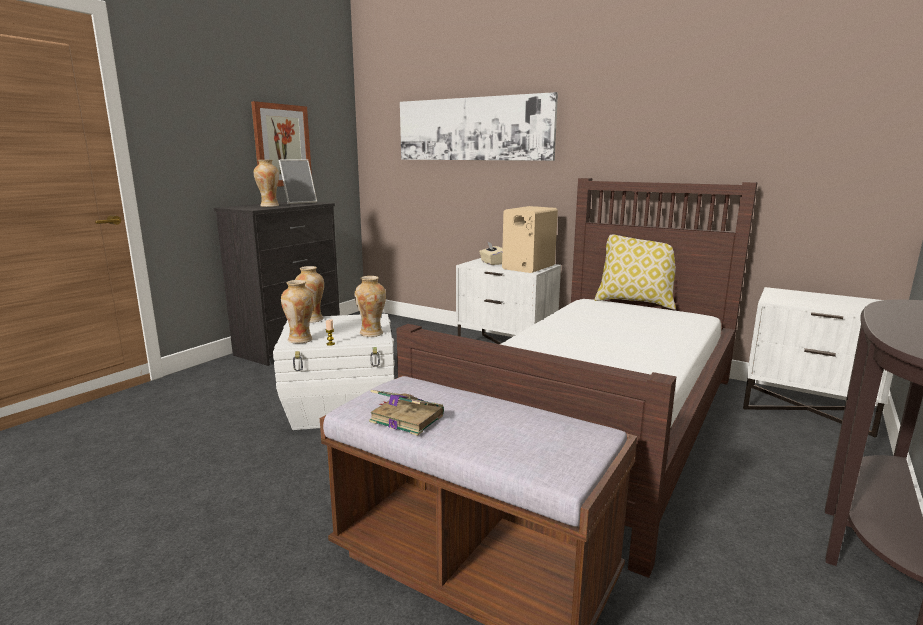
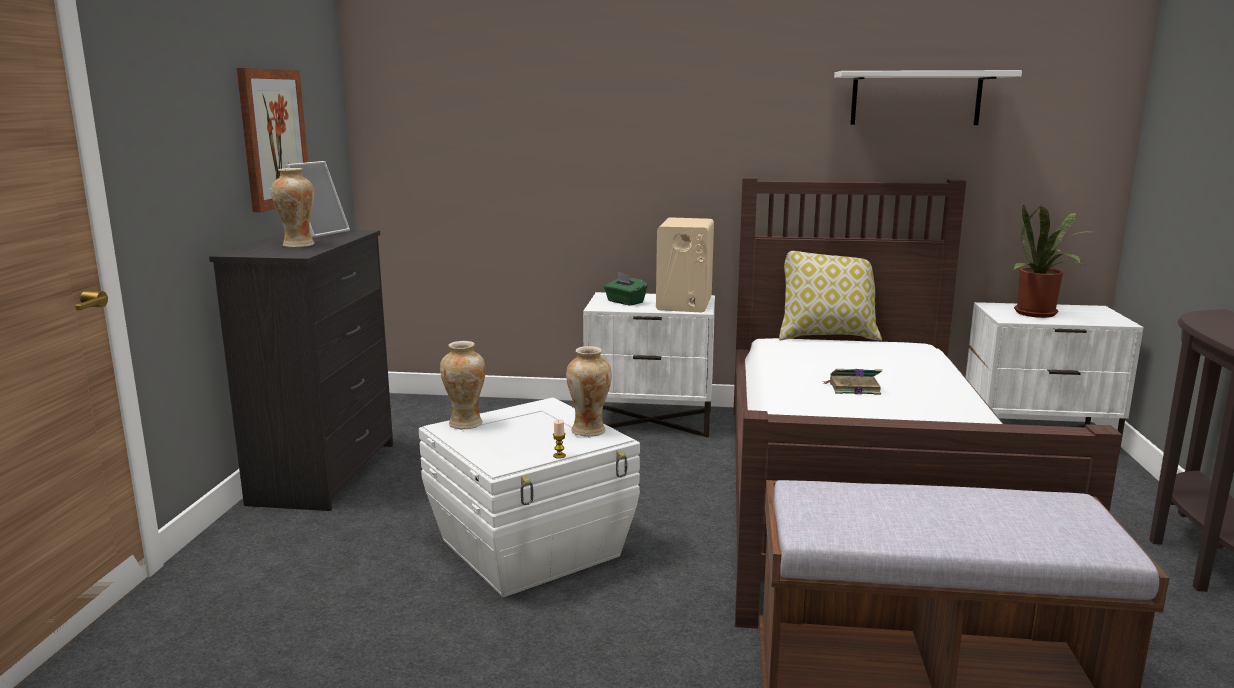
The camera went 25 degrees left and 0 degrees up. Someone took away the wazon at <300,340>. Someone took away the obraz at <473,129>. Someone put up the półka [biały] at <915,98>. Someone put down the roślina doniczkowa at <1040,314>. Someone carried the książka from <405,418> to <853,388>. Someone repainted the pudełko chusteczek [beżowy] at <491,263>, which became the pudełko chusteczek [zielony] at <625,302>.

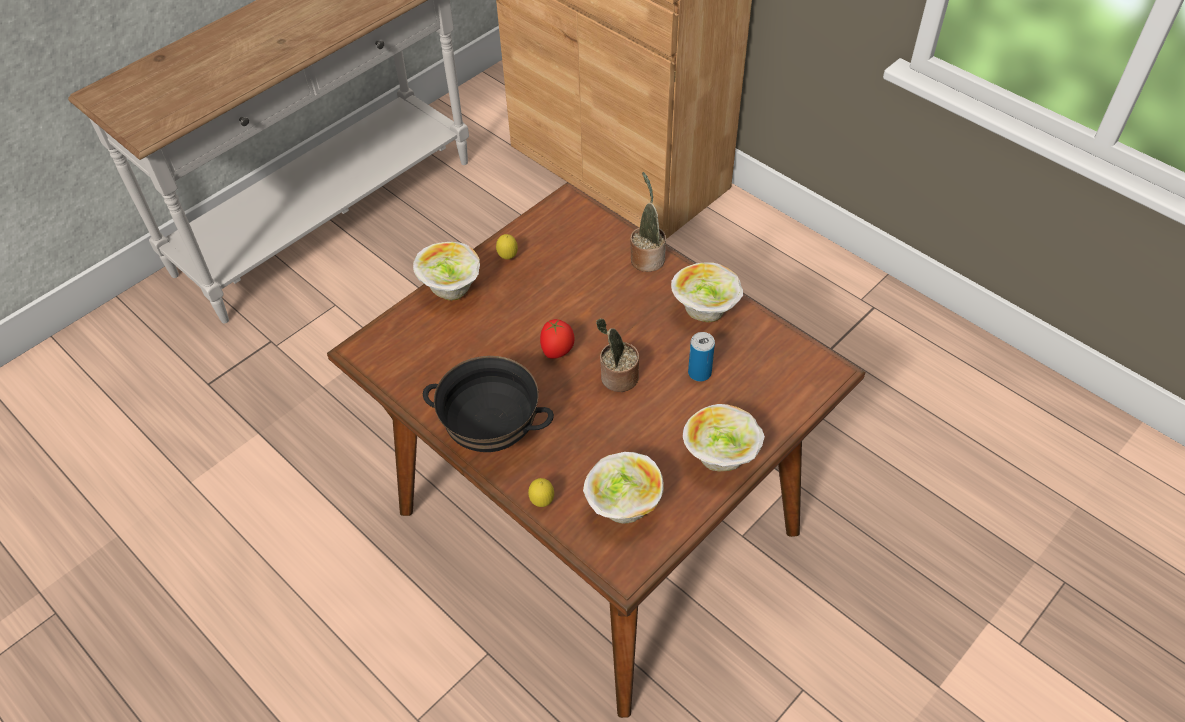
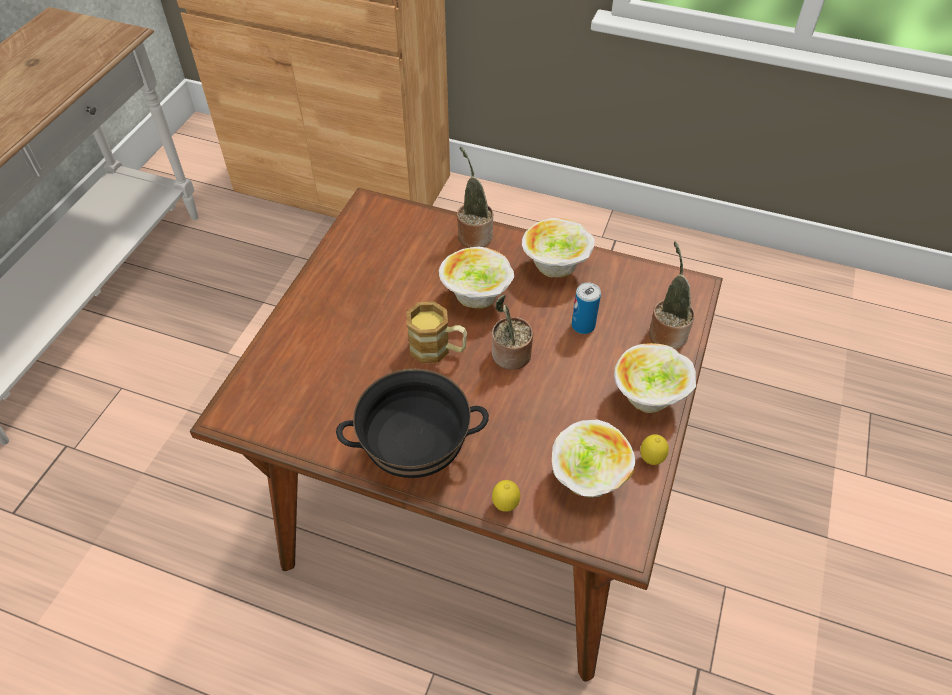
The camera went 25 degrees left and 0 degrees up. Someone put down the roślina doniczkowa at <666,333>. Someone carried the miska from <451,290> to <476,299>. Someone carried the cytryna from <508,257> to <651,460>. Someone swapped the pomidor at <558,352> for the kubek at <438,349>.

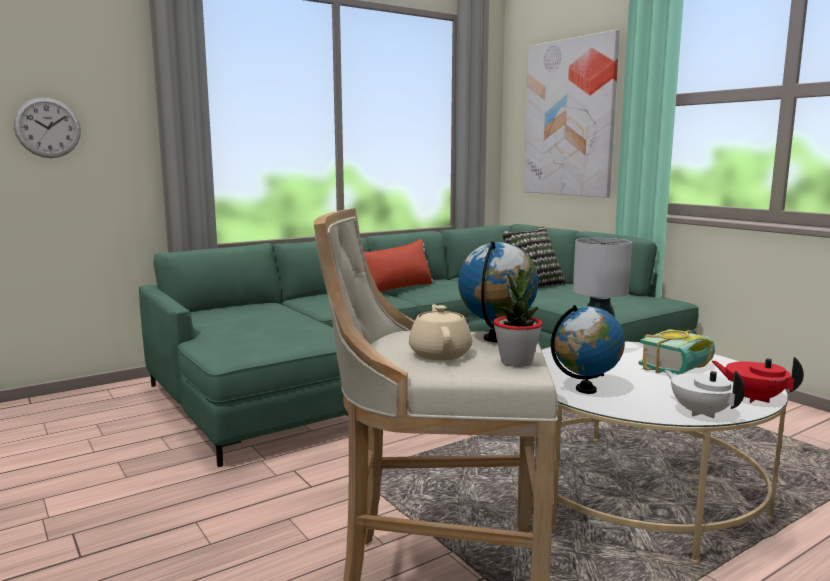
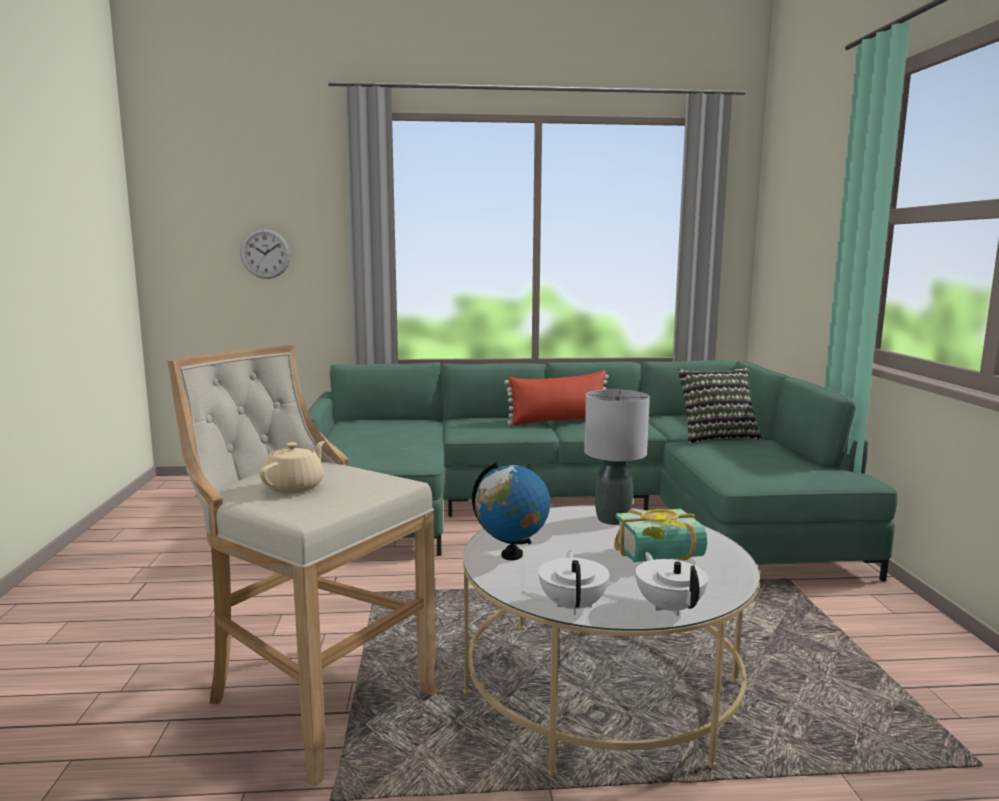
The camera went 30 degrees right and 0 degrees up. Someone took away the globus at <496,339>. Someone took away the roślina doniczkowa at <516,362>. Someone took away the obraz at <570,118>. Someone repainted the imbryk [czerwony] at <753,398>, which became the imbryk [biały] at <669,607>.

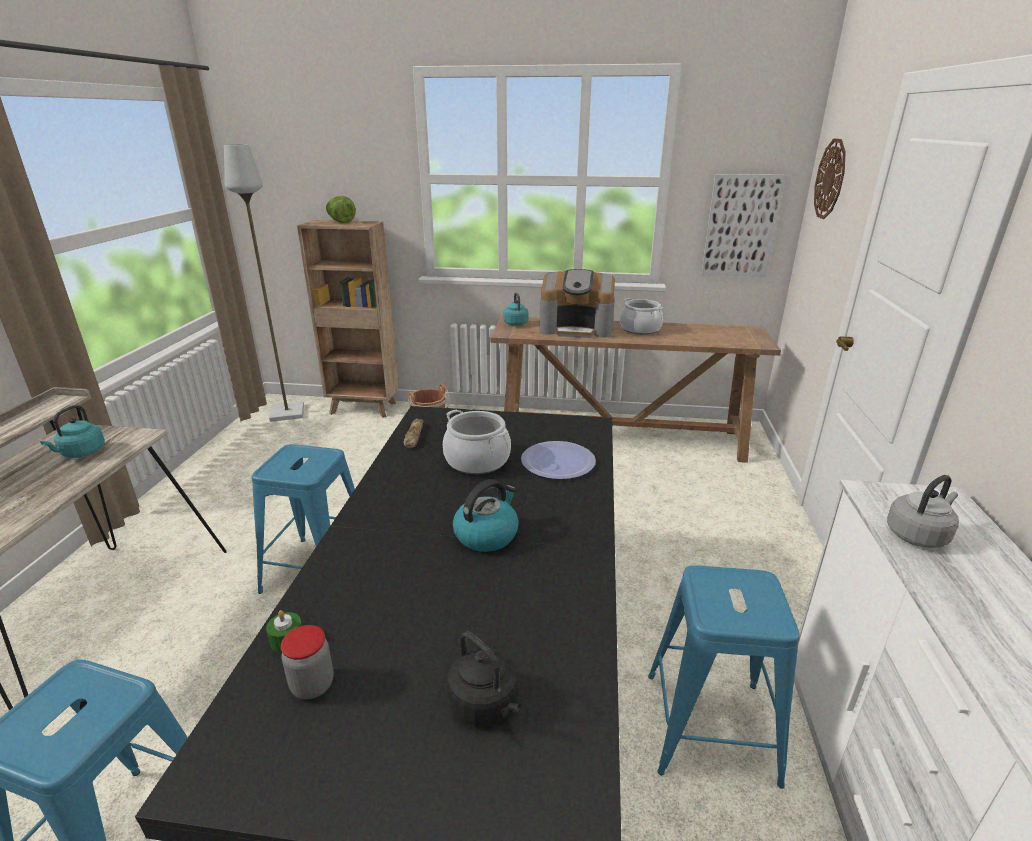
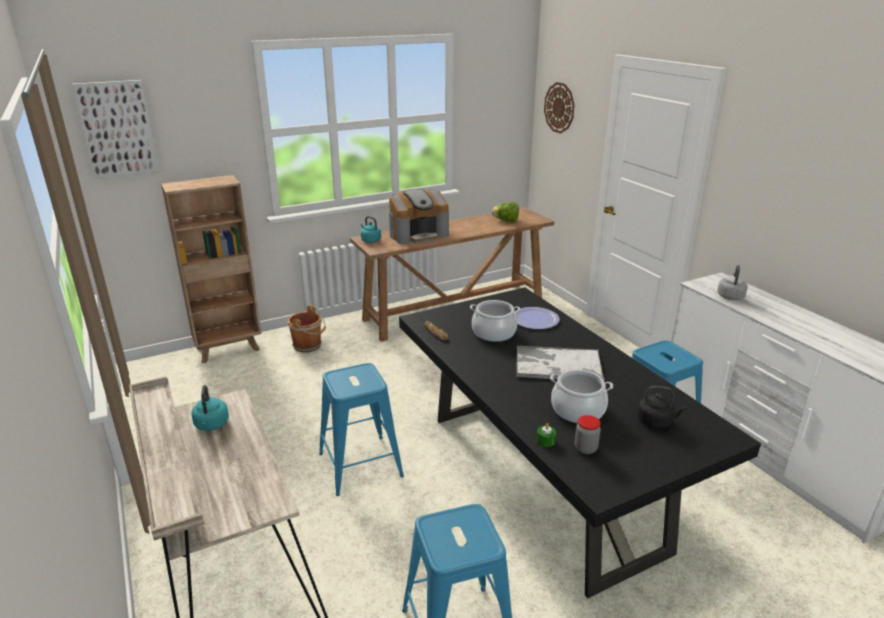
The camera went 35 degrees left and 0 degrees up. Someone took away the lampa stojąca [szary] at <286,413>. Someone carried the sałata from <340,222> to <506,220>. Someone carried the garnek from <640,329> to <578,411>. Someone carried the obraz from <740,226> to <117,129>. Someone swapped the czajnik at <486,534> for the taca at <557,365>.

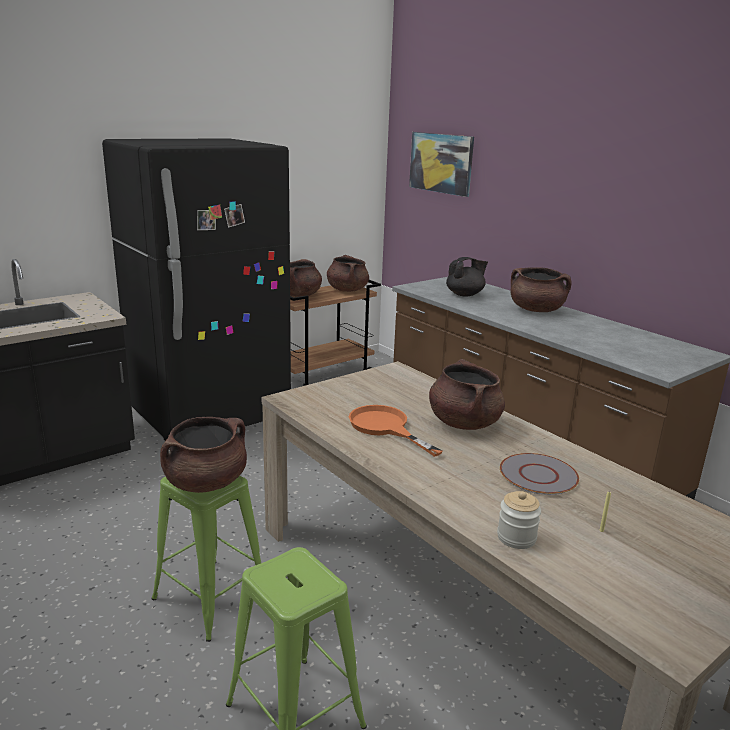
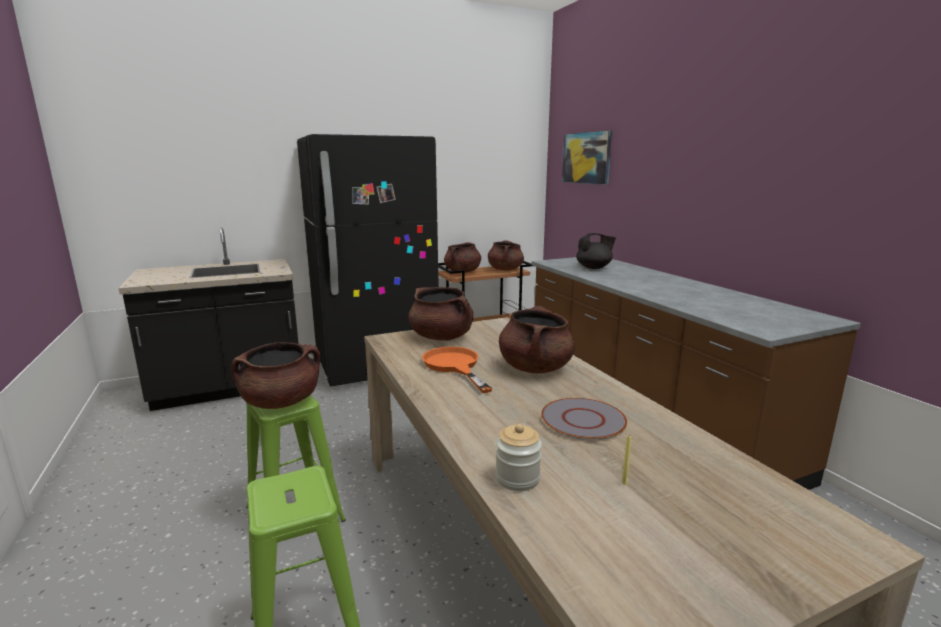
The camera went 15 degrees right and 5 degrees down. Someone carried the garnek [brązowy] from <536,310> to <442,337>.

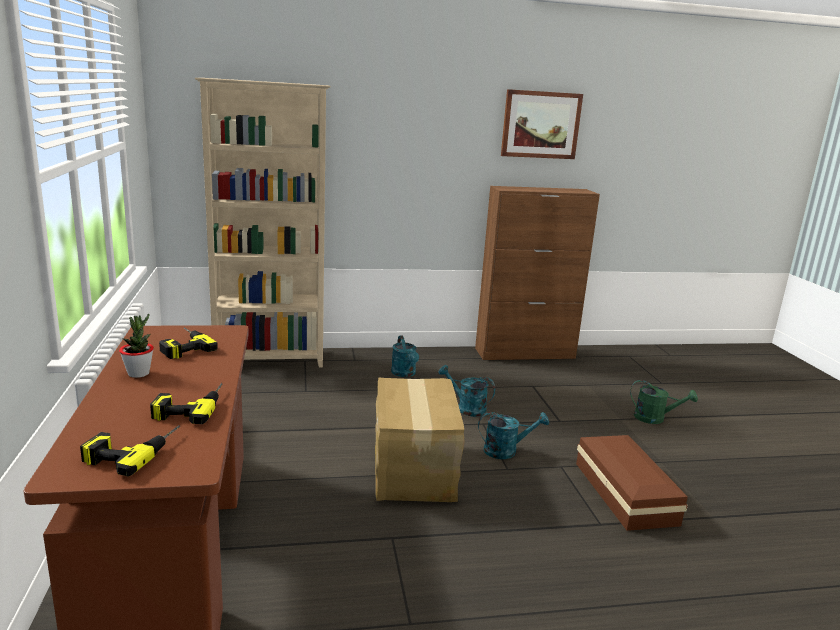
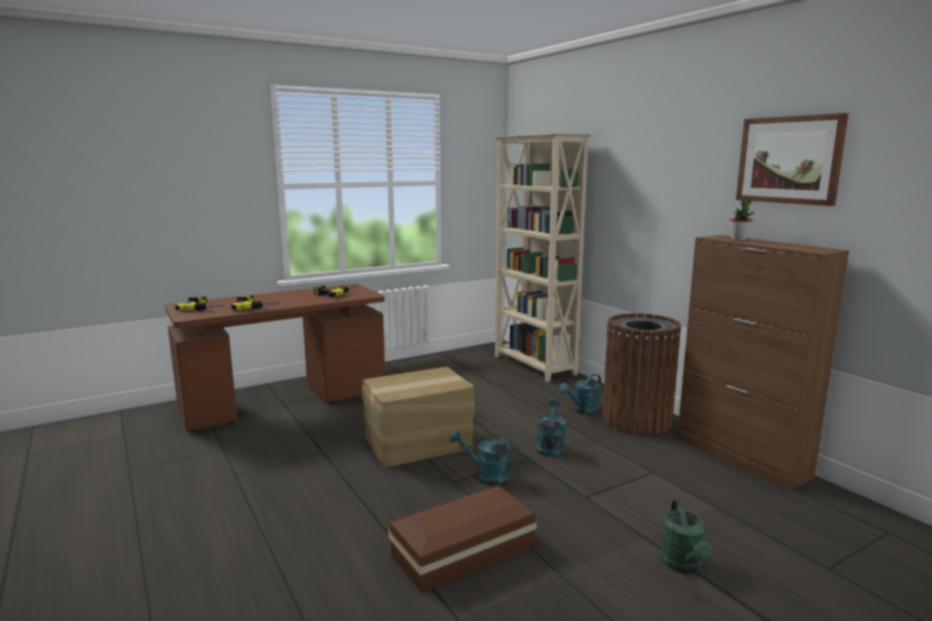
The camera went 70 degrees right and 5 degrees down. Someone put down the kosz na śmieci [brązowy] at <636,421>. Someone carried the roślina doniczkowa from <138,373> to <738,239>. Someone rotated the konewka [turkusowy] at <506,451> by 135 degrees clockwise.

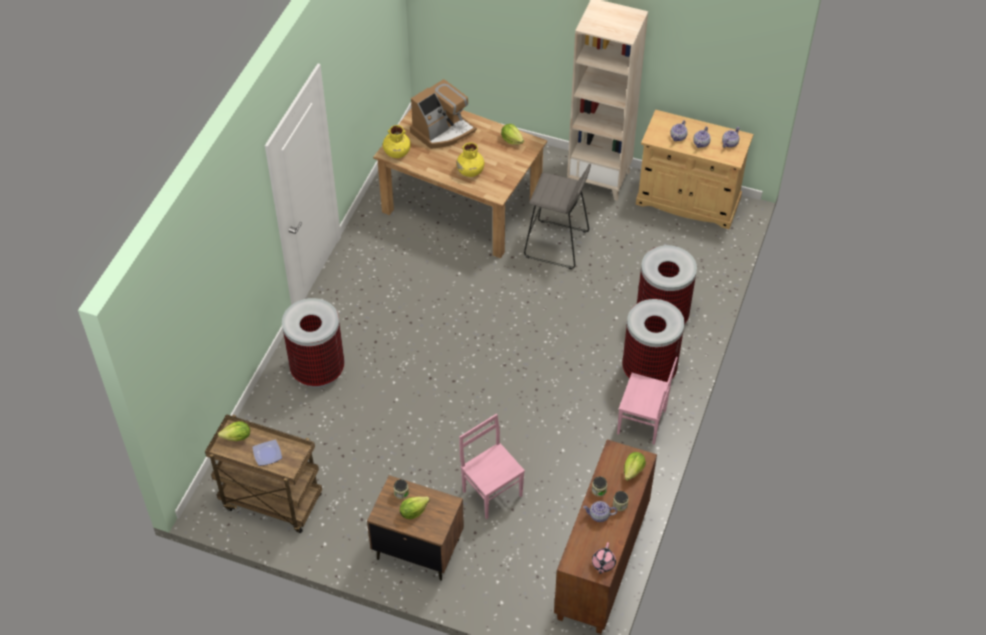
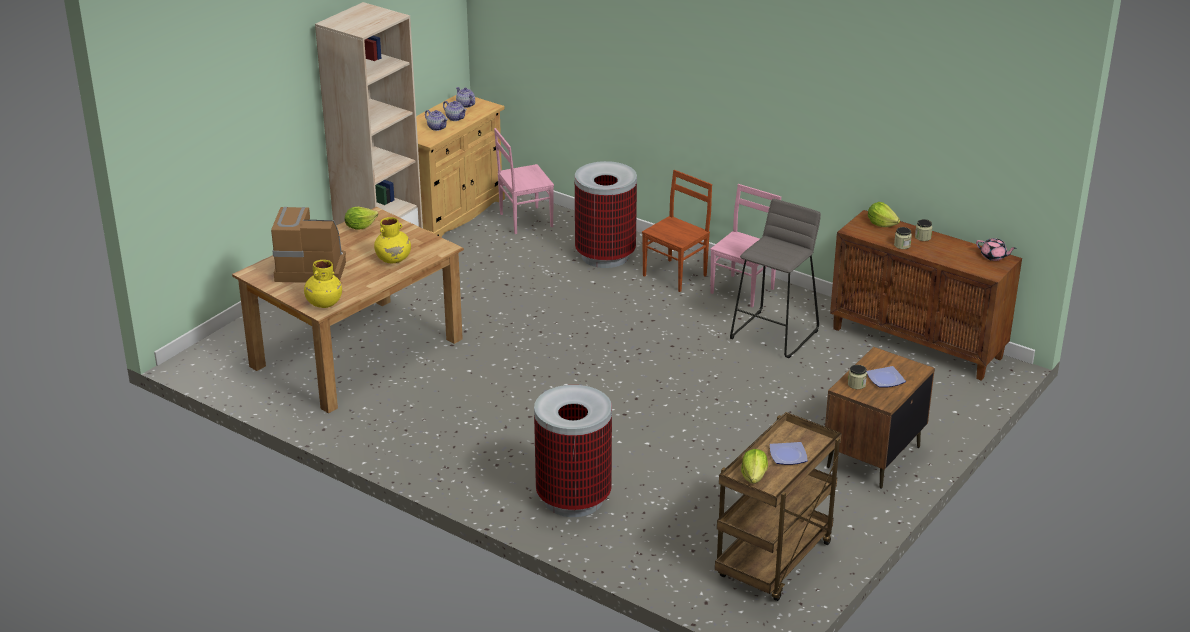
The camera went 75 degrees left and 20 degrees down. Someone took away the imbryk at <599,516>. Someone carried the krzesło [różowy] from <492,492> to <525,220>. Someone carried the stołek [szary] from <556,245> to <774,334>. Someone swapped the sałata at <413,512> for the talerz at <885,380>. Someone swapped the kosz na śmieci at <649,371> for the krzesło [brązowy] at <676,275>. Someone rotated the ekspres do kawy at <443,131> by 60 degrees counterclockwise.

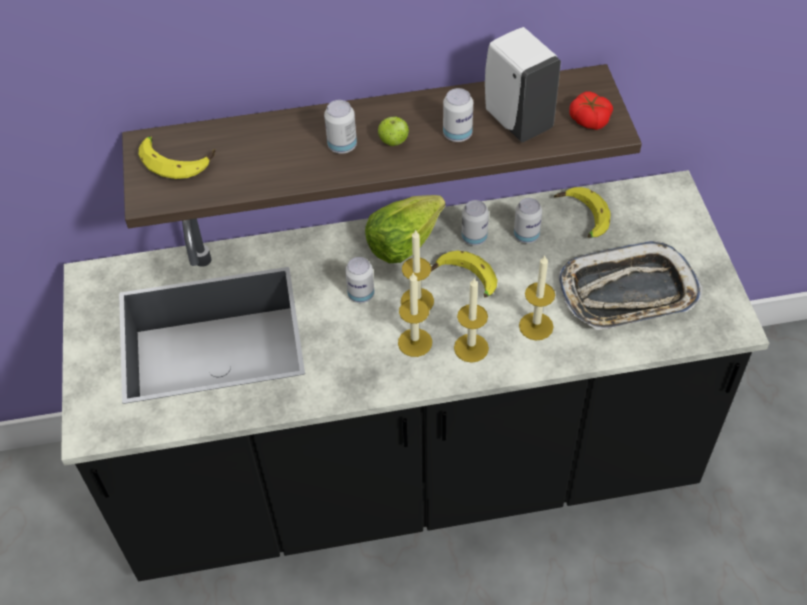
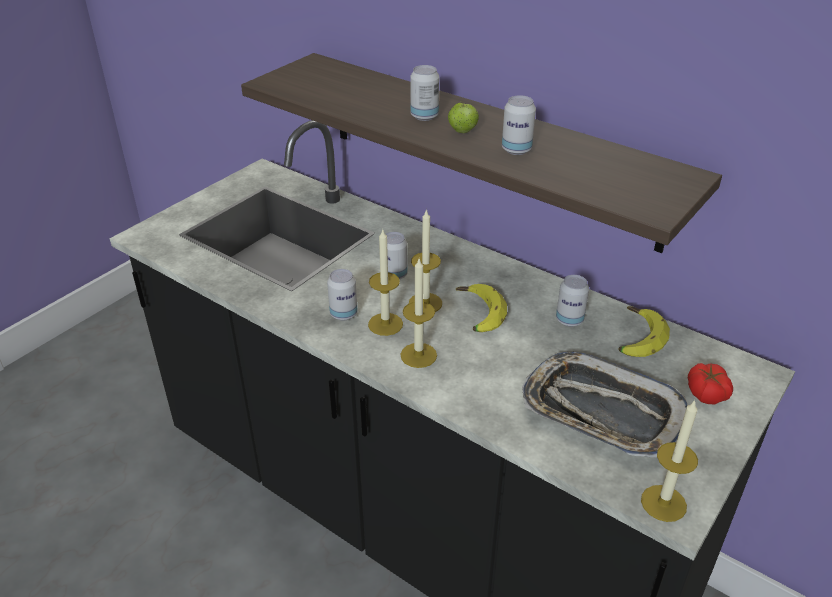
The camera went 45 degrees right and 15 degrees down. Someone took away the banan at <177,160>. Someone took away the sałata at <403,241>. Someone took away the dozownik mydła [biały] at <516,120>. Someone carried the puszka from <474,238> to <343,314>. Someone carried the świeca from <536,326> to <663,503>. Someone carried the pomidor from <589,120> to <706,392>.

